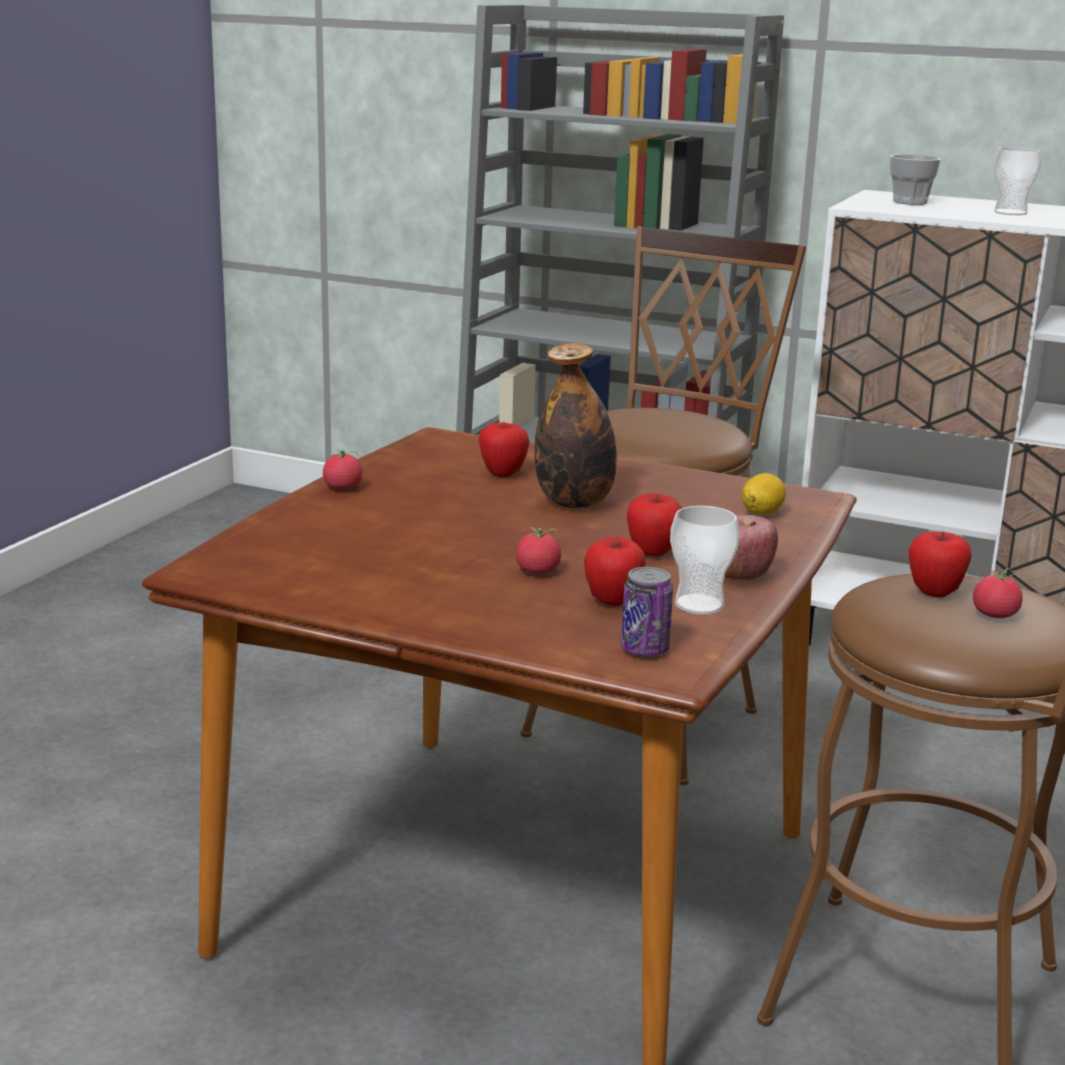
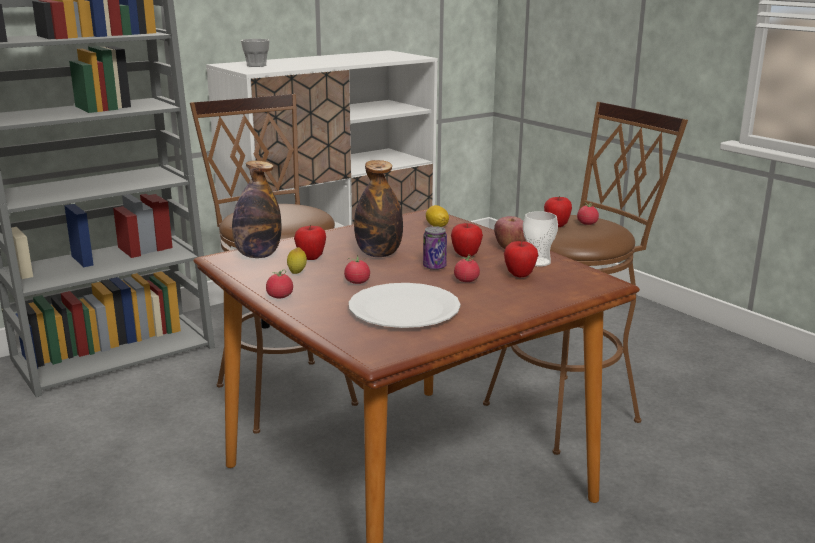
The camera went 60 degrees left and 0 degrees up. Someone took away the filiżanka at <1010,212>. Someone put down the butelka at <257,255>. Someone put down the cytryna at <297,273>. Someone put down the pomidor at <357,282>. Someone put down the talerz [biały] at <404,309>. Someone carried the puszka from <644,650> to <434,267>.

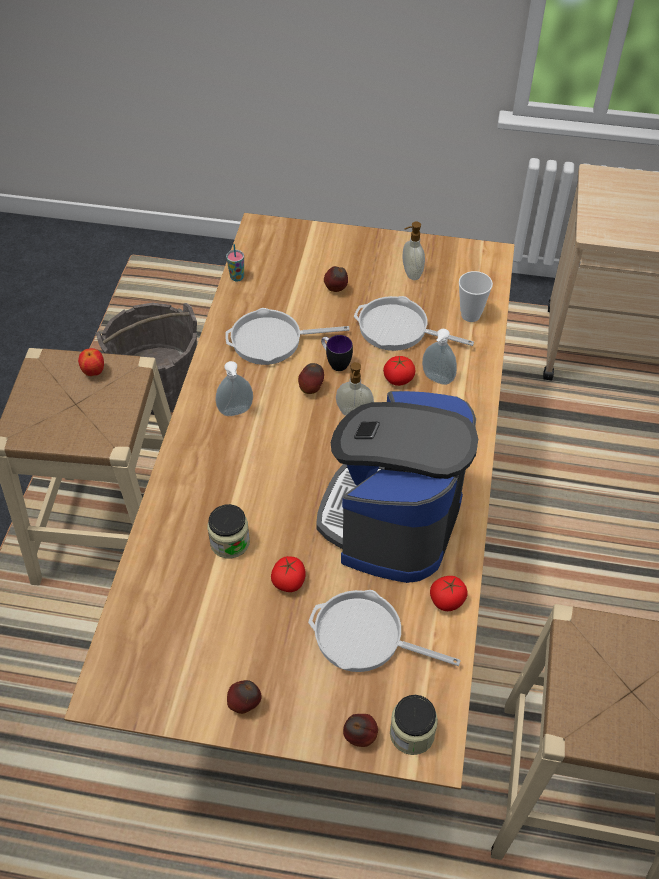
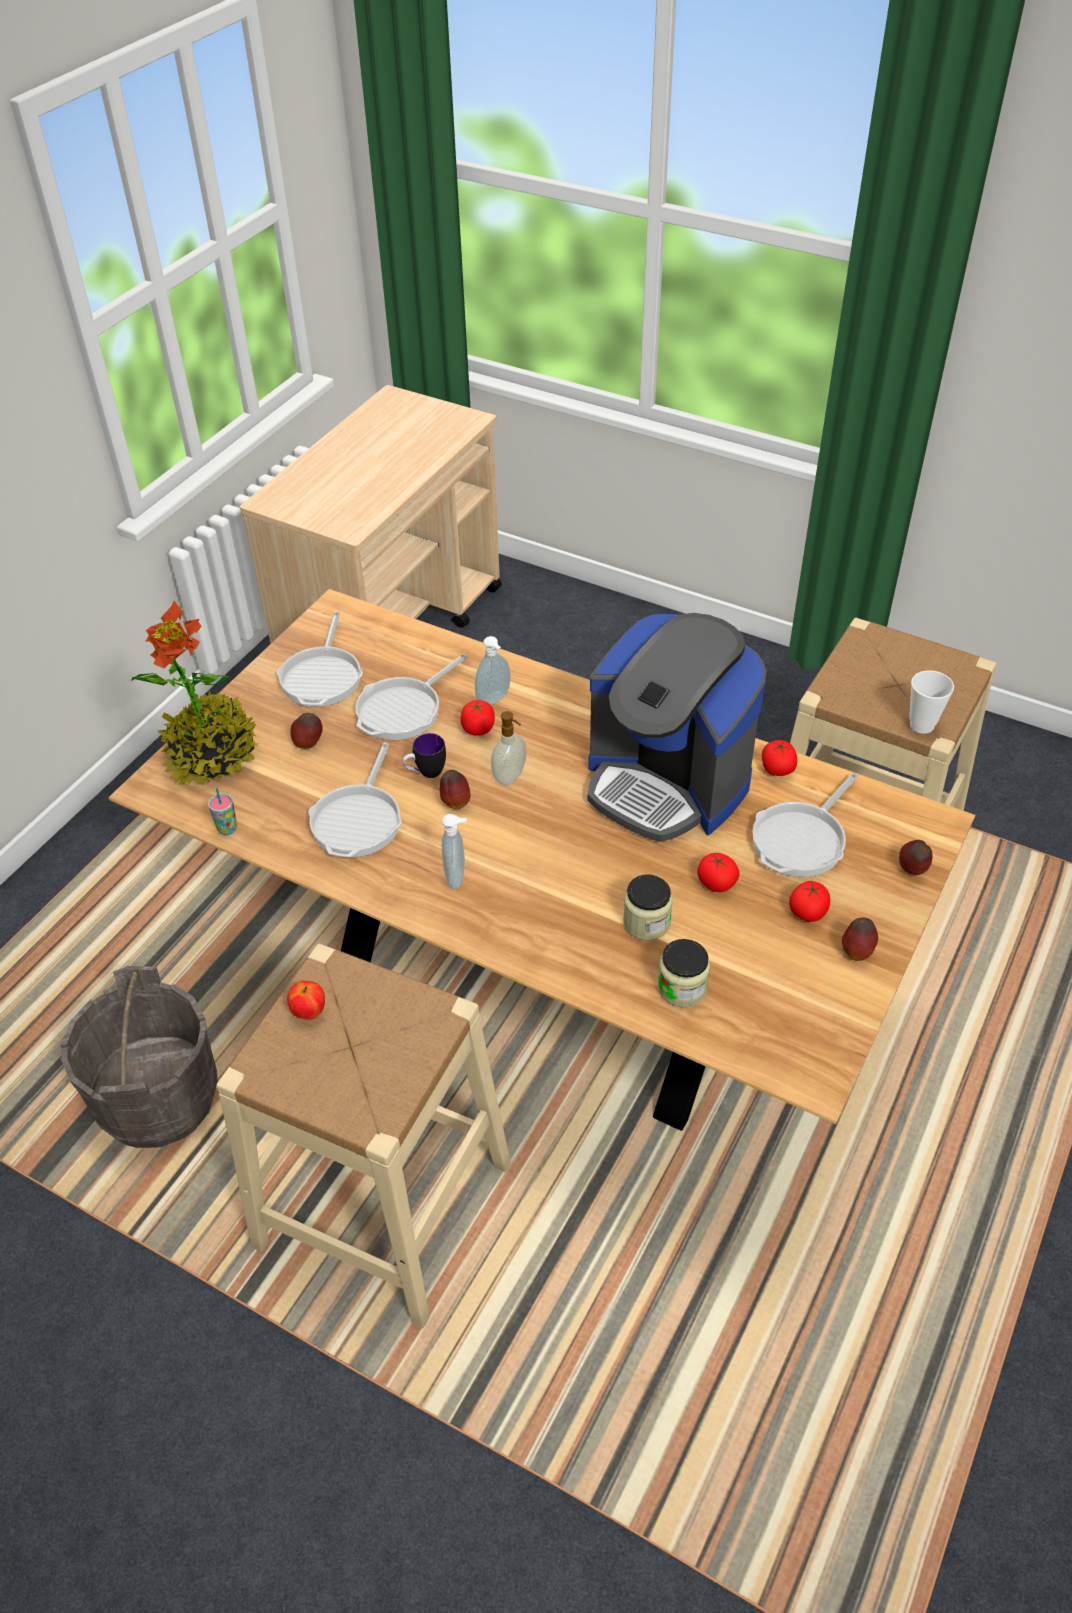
The camera went 70 degrees left and 5 degrees down. Someone put down the roślina doniczkowa at <213,755>. Someone put down the pomidor at <808,912>. Someone carried the słoik from <412,733> to <682,988>. Someone carried the filiżanka from <470,315> to <921,725>. Someone swapped the dozownik mydła at <411,273> for the patelnia at <323,677>.

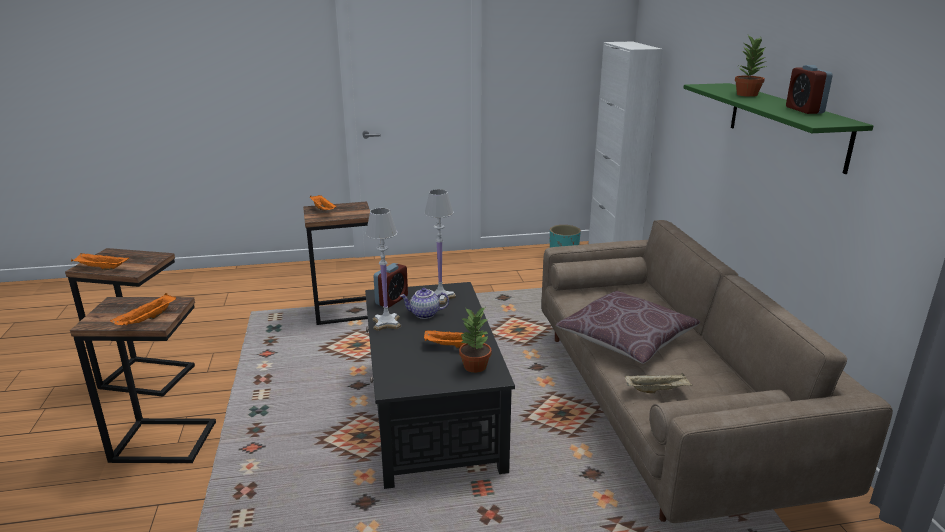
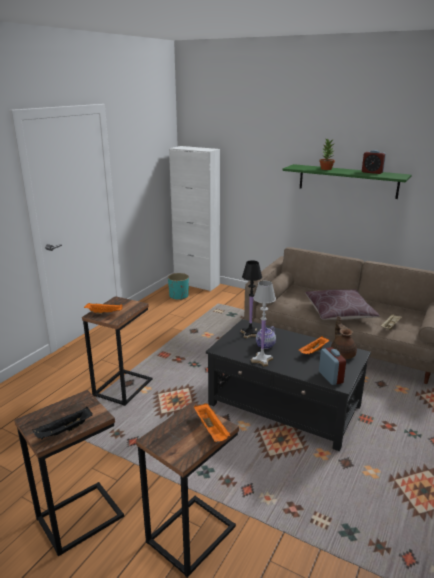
The camera went 50 degrees left and 0 degrees up. Someone carried the budzik from <391,300> to <330,377>. Someone swapped the roślina doniczkowa at <475,366> for the imbryk [brązowy] at <342,354>. Someone repainted the taca [pomarańczowy] at <101,268>, which became the taca [czarny] at <64,431>. Someone repainted the lampa stołowa [biały] at <440,297>, which became the lampa stołowa [czarny] at <250,333>.

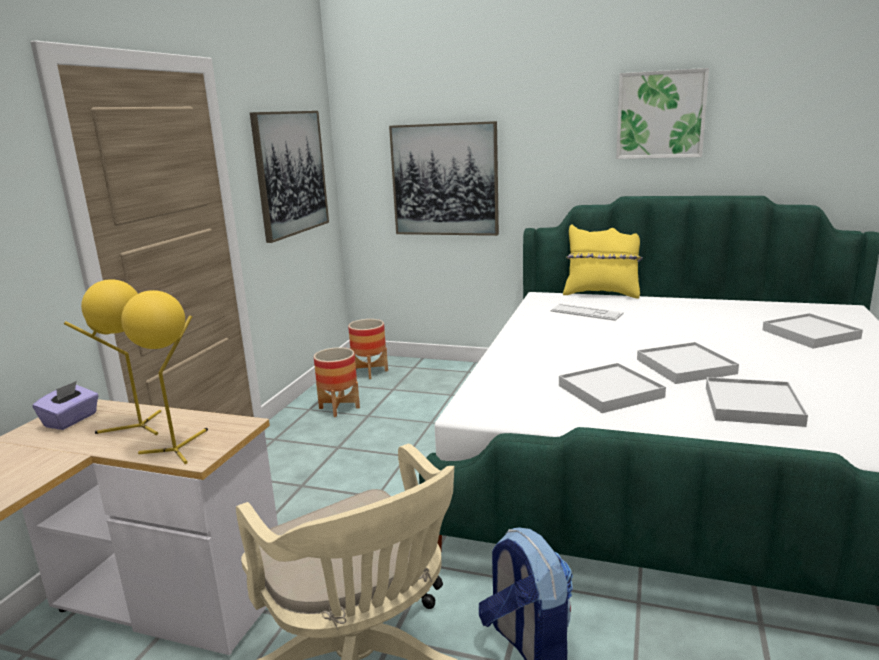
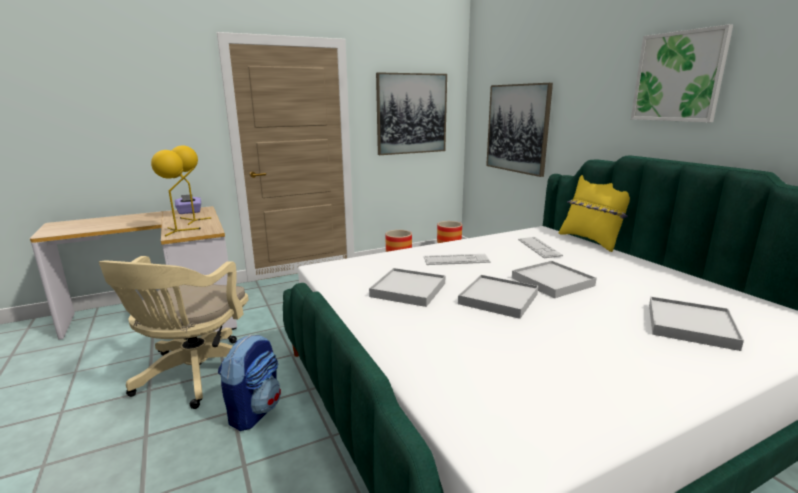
The camera went 45 degrees right and 0 degrees up. Someone put down the klawiatura at <456,260>. Someone carried the taca [biały] from <752,406> to <552,282>.

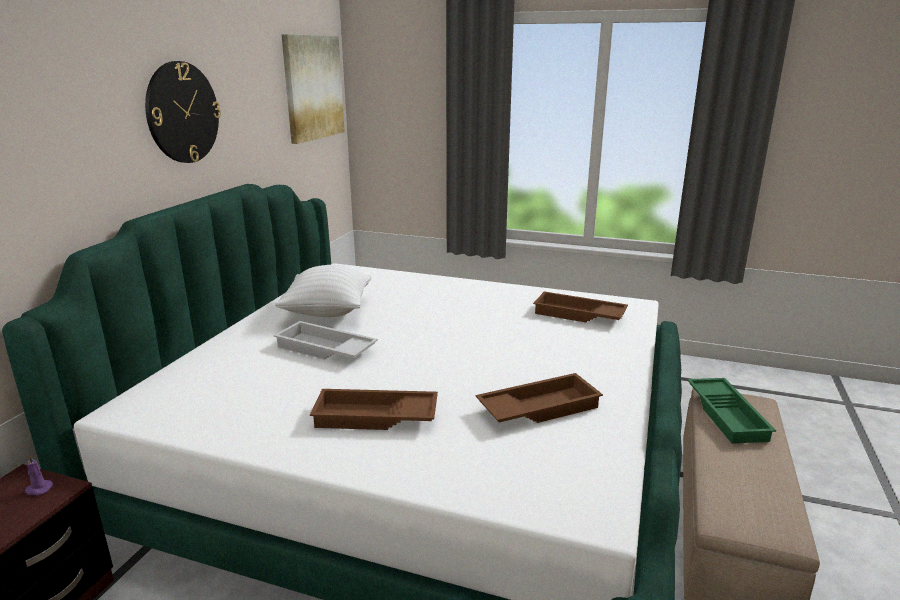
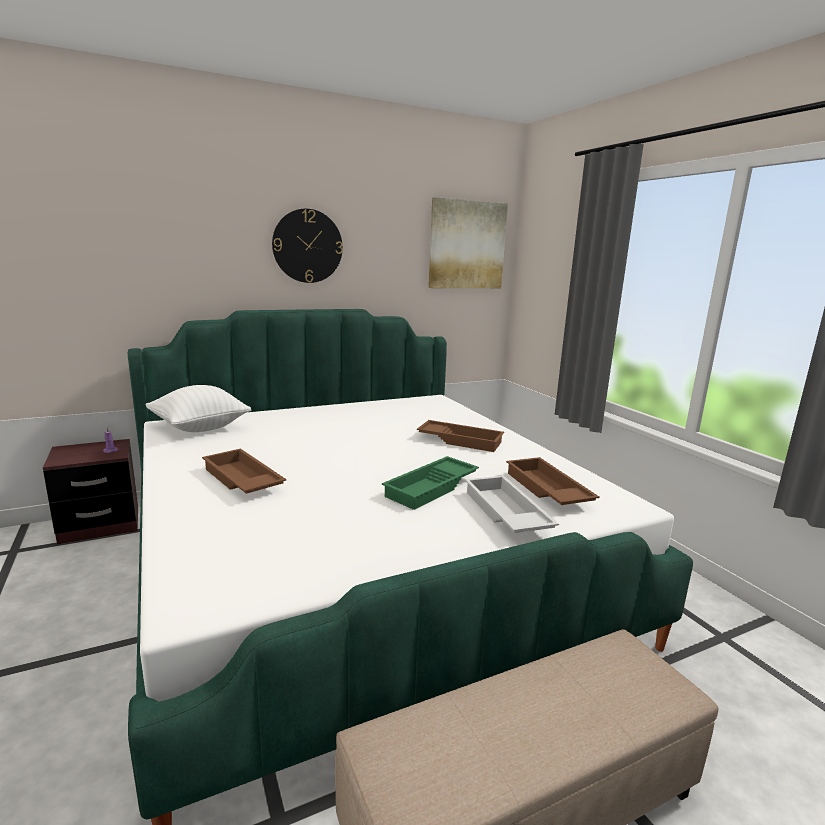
The camera went 45 degrees right and 5 degrees down. Someone carried the taca [biały] from <324,349> to <504,513>. Someone carried the poduszka [biały] from <327,312> to <200,427>. Someone carried the taca [brązowy] from <538,407> to <461,440>. Someone carried the taca [zielony] from <728,415> to <432,488>.

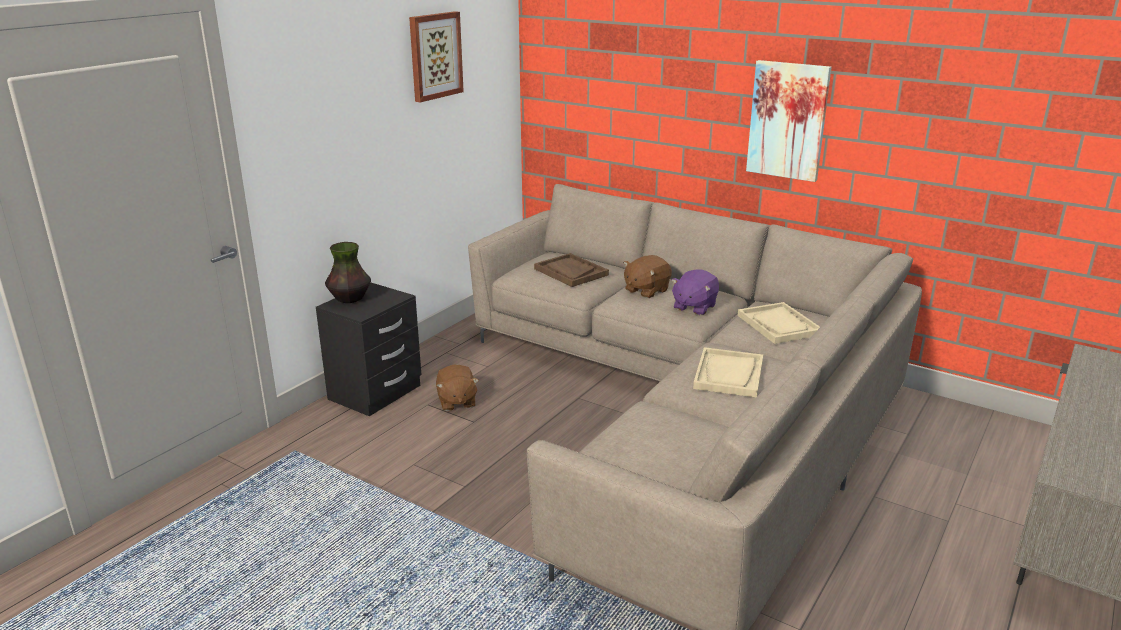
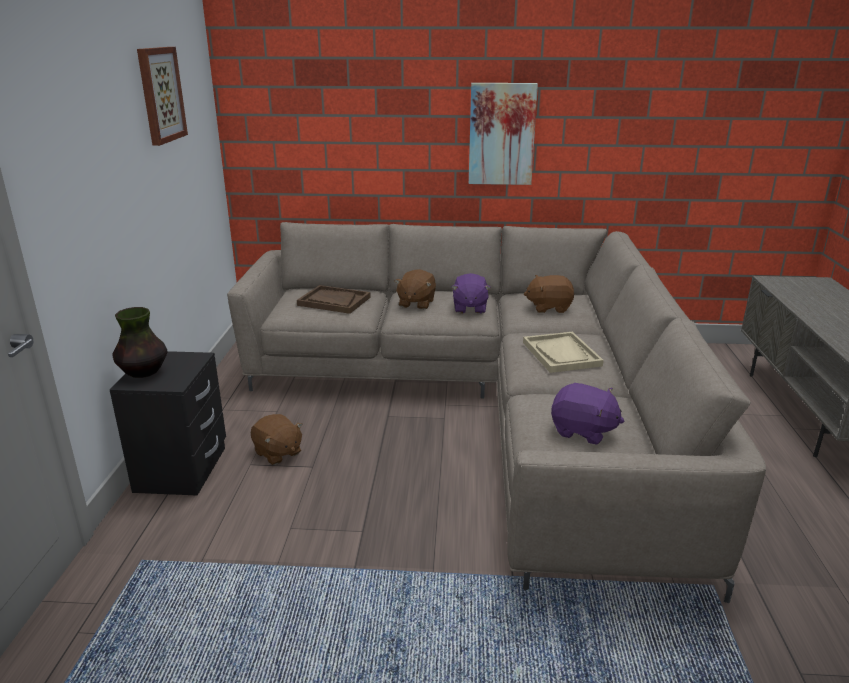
The camera went 30 degrees left and 0 degrees up. Someone put down the pluszak [fioletowy] at <583,431>. Someone swapped the taca [beżowy] at <779,325> for the pluszak [brązowy] at <549,307>.

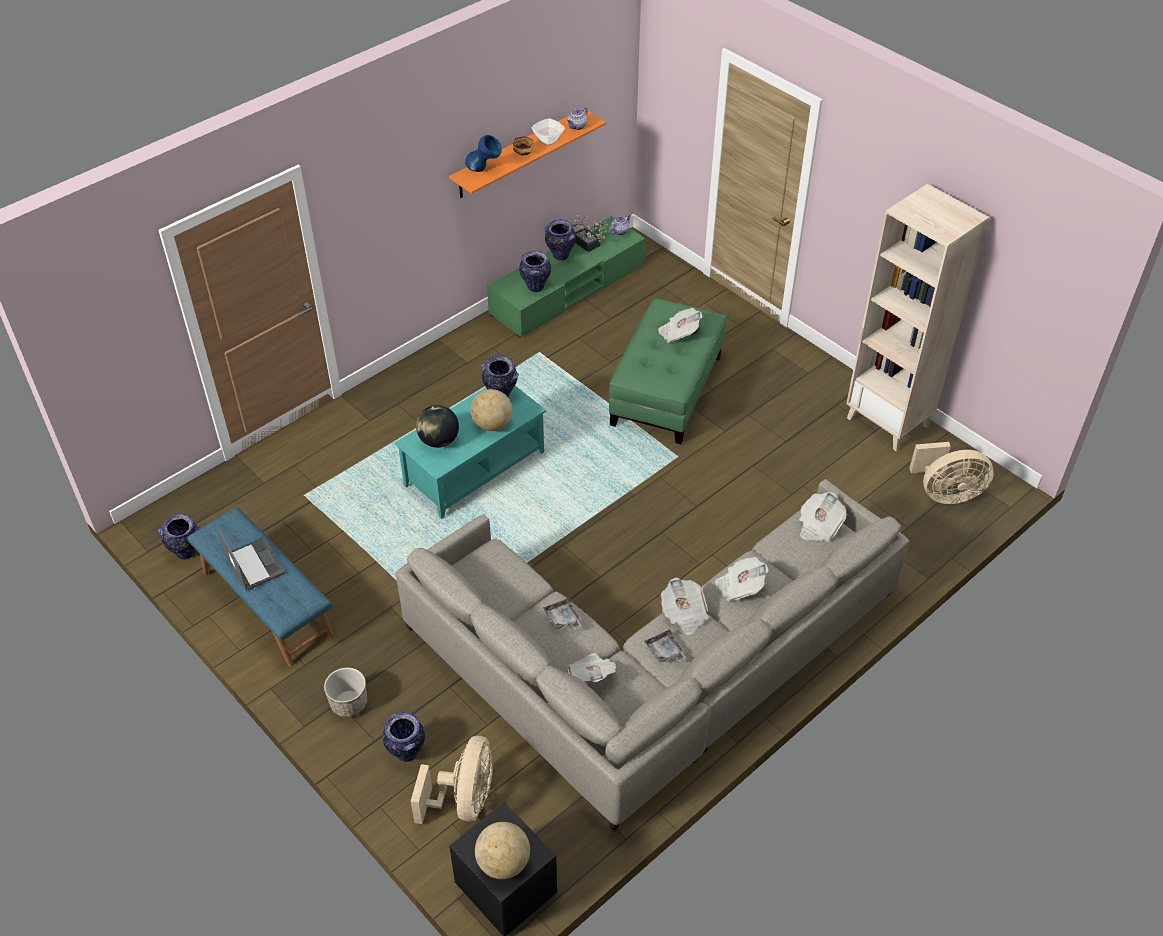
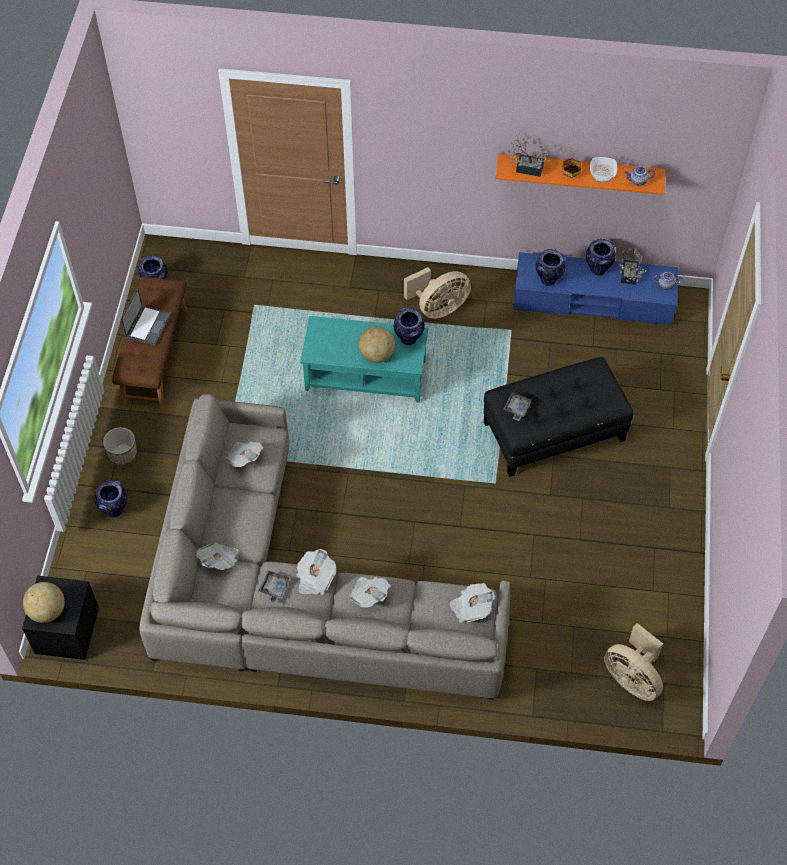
The camera went 50 degrees right and 10 degrees up. Someone took away the globus at <439,441>. Someone took away the regał [beżowy] at <888,422>. Someone carried the wentylator [beżowy] from <464,800> to <438,308>. Someone carried the taca [szary] from <563,619> to <517,408>. Someone carried the gazeta from <679,333> to <244,458>. Someone swapped the wazon [niebieski] at <484,170> for the roślina doniczkowa at <526,167>. Someone repainted the ławka [niebieski] at <266,605>, which became the ławka [brązowy] at <155,356>. Someone repainted the szafka pod telewizor [zielony] at <567,290>, which became the szafka pod telewizor [niebieski] at <593,300>. Someone repainted the pufa [zielony] at <667,390>, which became the pufa [czarny] at <554,432>.

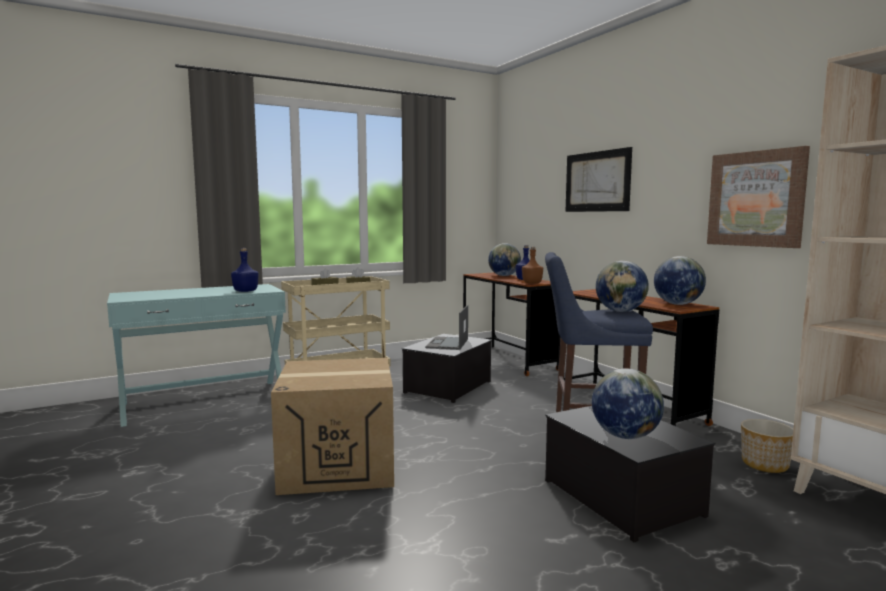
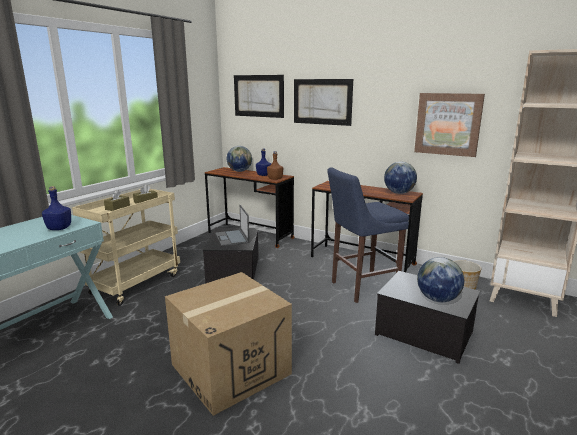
The camera went 30 degrees left and 10 degrees up. Someone took away the globus at <620,311>. Someone put up the obraz at <258,96>.

